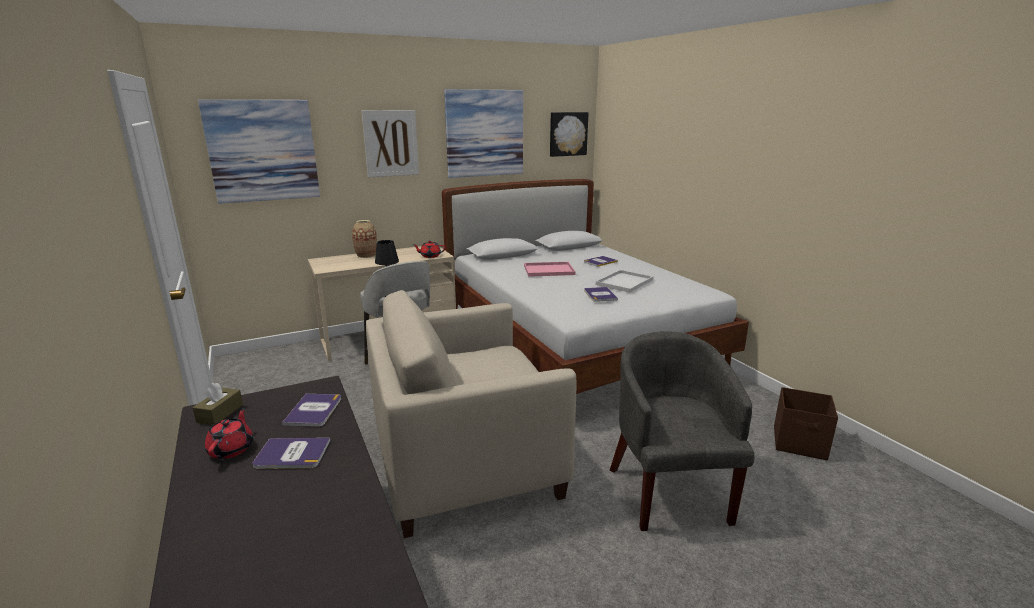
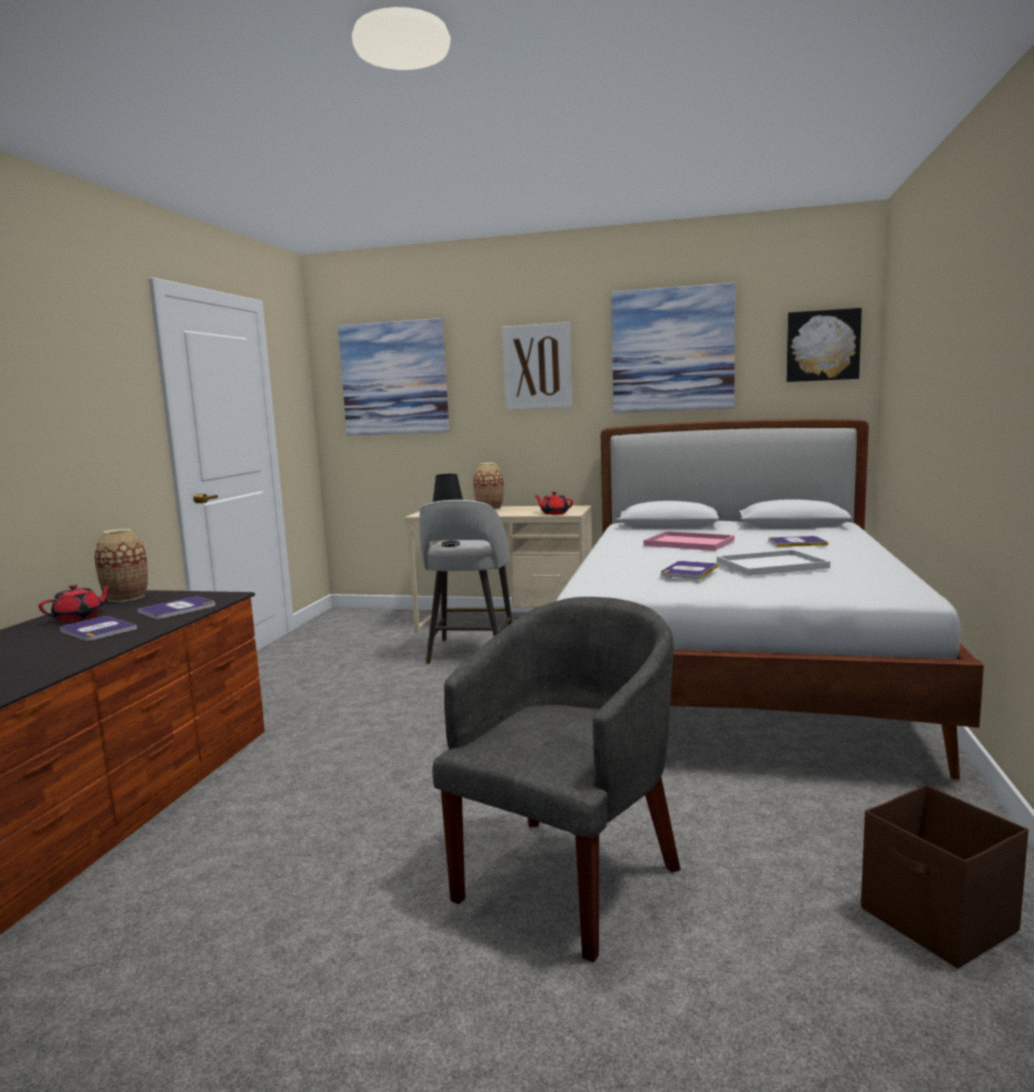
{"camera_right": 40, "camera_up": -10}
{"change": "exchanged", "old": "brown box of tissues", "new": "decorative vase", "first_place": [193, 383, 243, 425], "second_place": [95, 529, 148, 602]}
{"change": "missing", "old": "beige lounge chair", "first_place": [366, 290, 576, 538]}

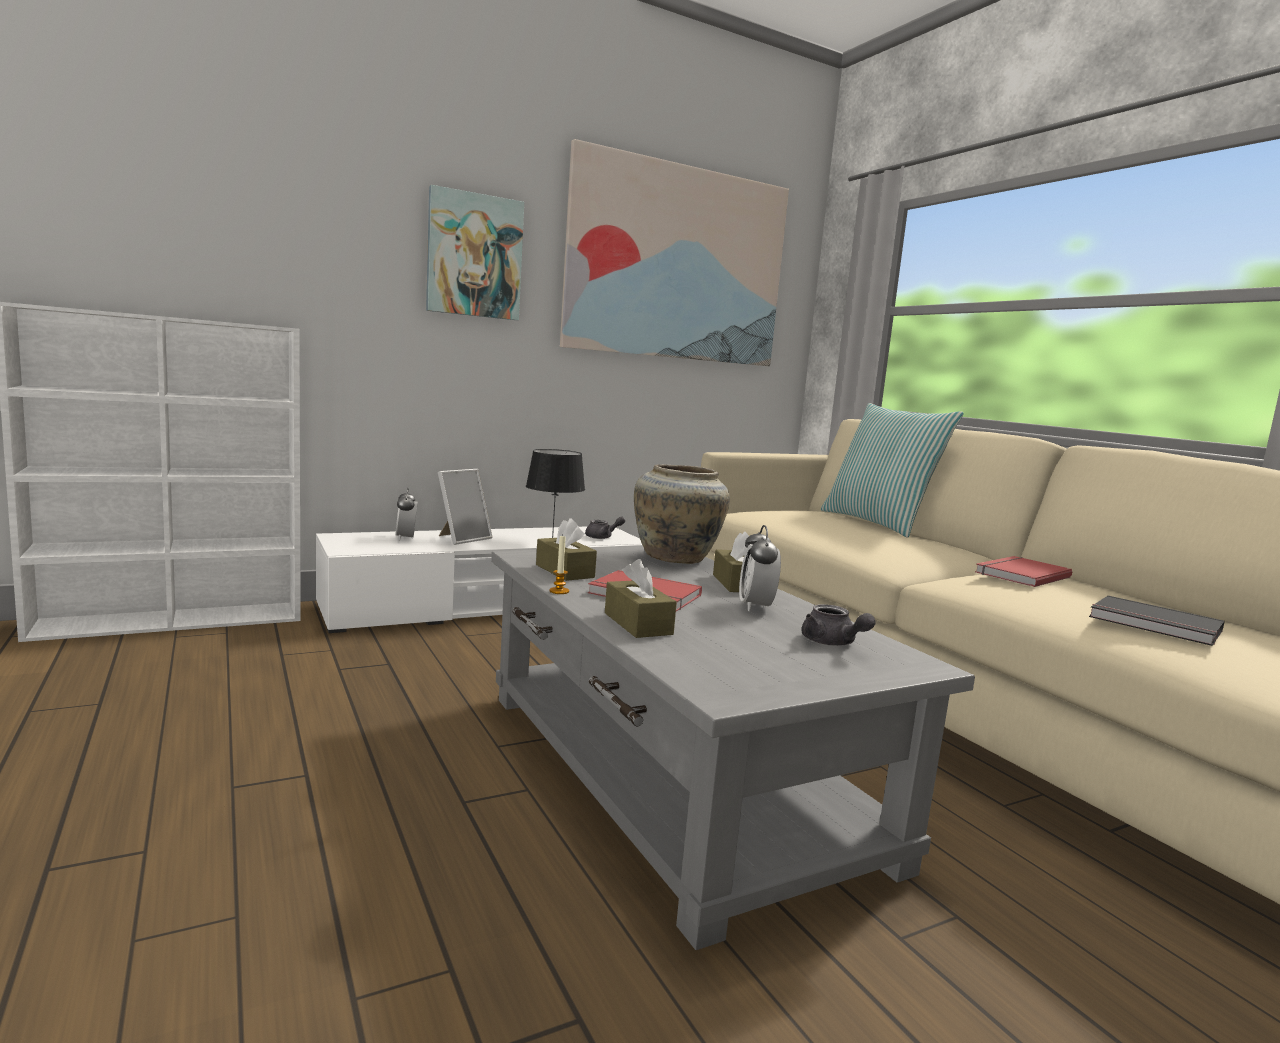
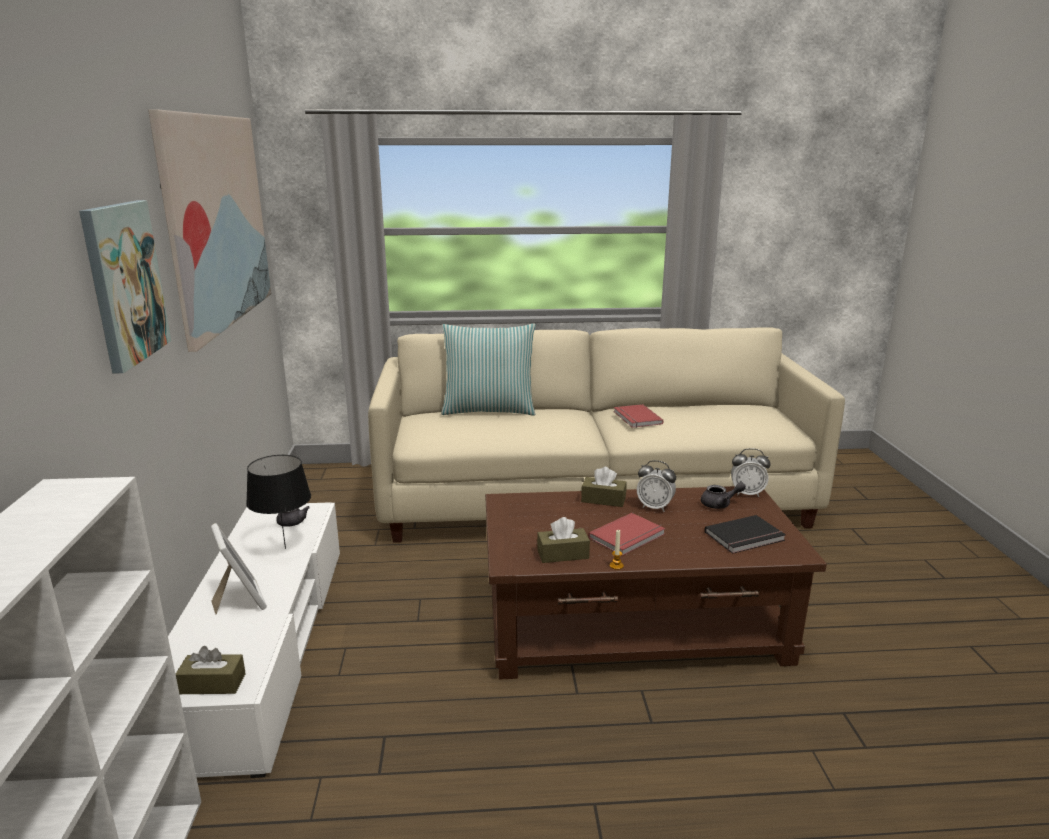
{"camera_right": -65, "camera_up": 10}
{"change": "relocated", "old": "brown box of tissues", "first_place": [605, 559, 677, 638], "second_place": [176, 646, 246, 694]}
{"change": "colour", "old": "grey lounge table", "new": "brown lounge table", "first_place": [491, 545, 975, 950], "second_place": [485, 486, 827, 679]}
{"change": "relocated", "old": "black volume", "first_place": [1089, 596, 1225, 646], "second_place": [705, 515, 786, 554]}
{"change": "relocated", "old": "alarm clock", "first_place": [396, 488, 418, 541], "second_place": [731, 448, 771, 497]}
{"change": "missing", "old": "beige decorative vase", "first_place": [634, 464, 730, 564]}

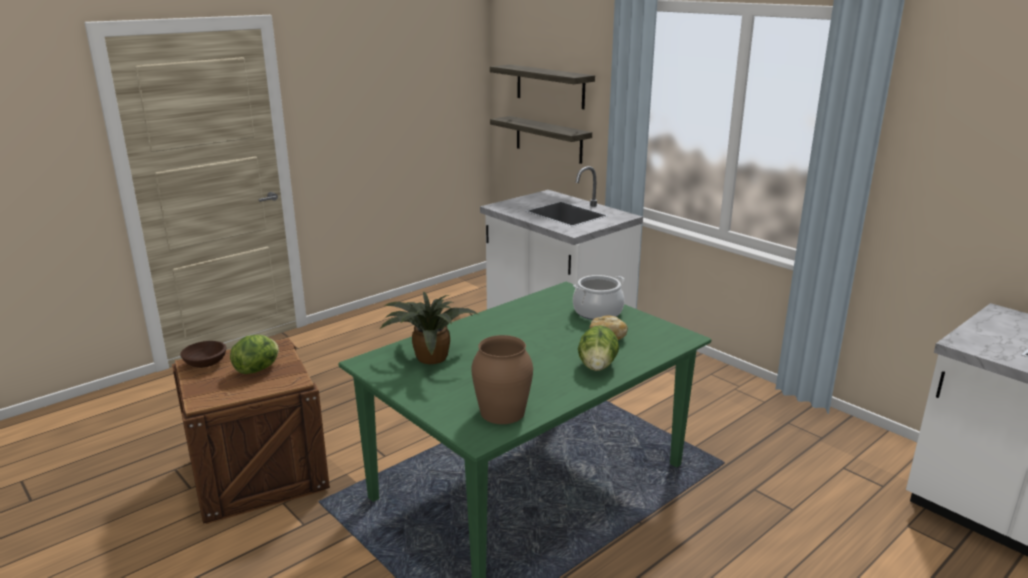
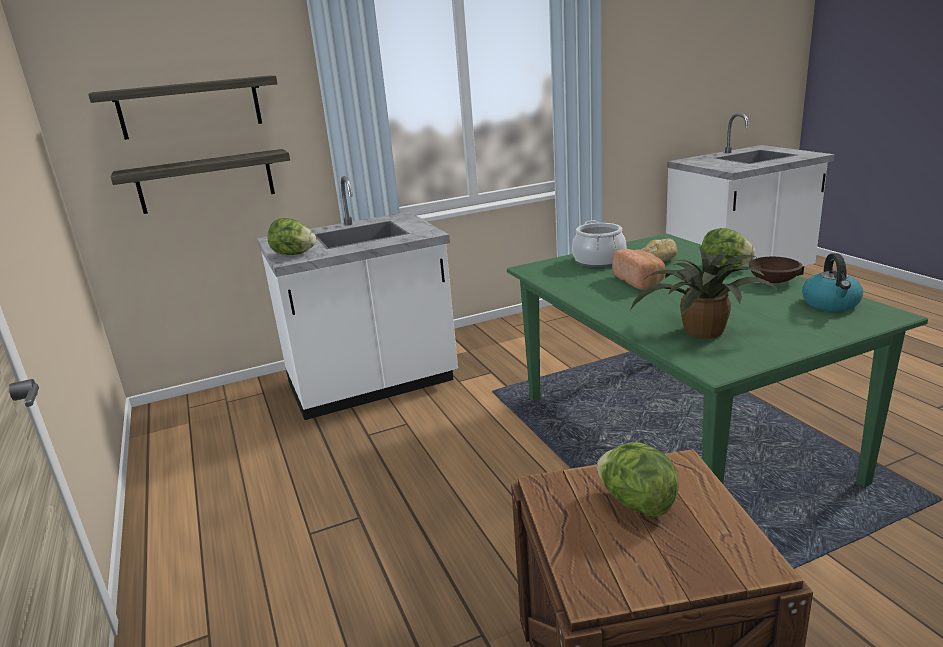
{"camera_right": -70, "camera_up": 0}
{"change": "appeared", "new": "lettuce", "second_place": [267, 218, 316, 255]}
{"change": "appeared", "new": "bakery bread", "second_place": [612, 249, 665, 289]}
{"change": "relocated", "old": "brown bowl", "first_place": [180, 341, 227, 368], "second_place": [749, 257, 803, 283]}
{"change": "exchanged", "old": "brown decorative vase", "new": "kettle", "first_place": [471, 335, 533, 424], "second_place": [802, 253, 863, 311]}

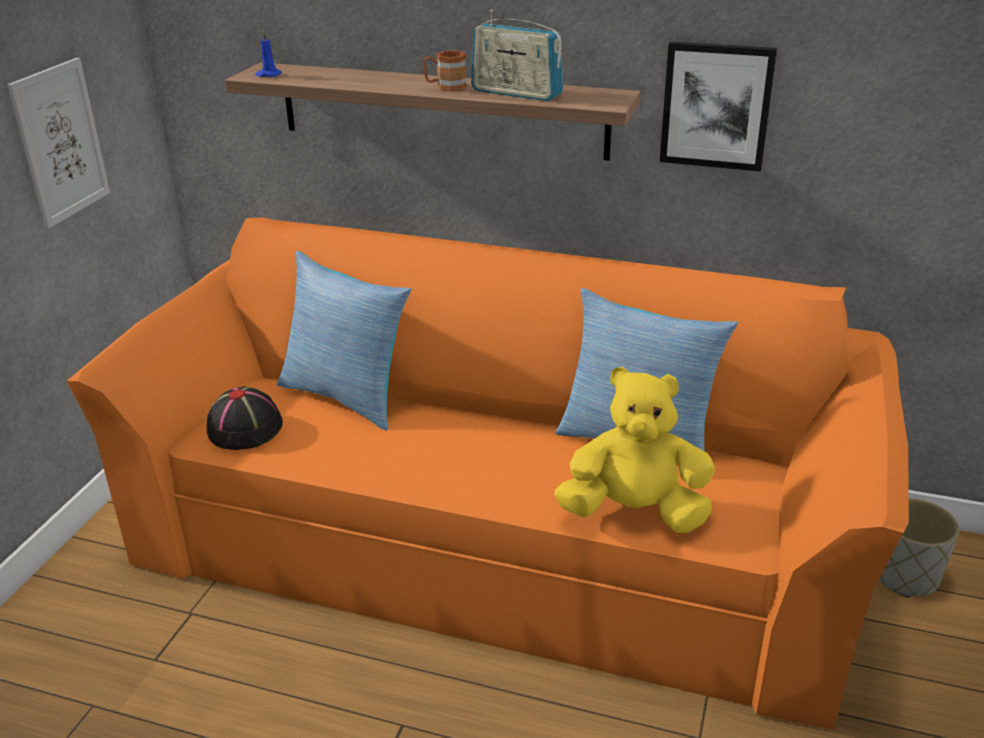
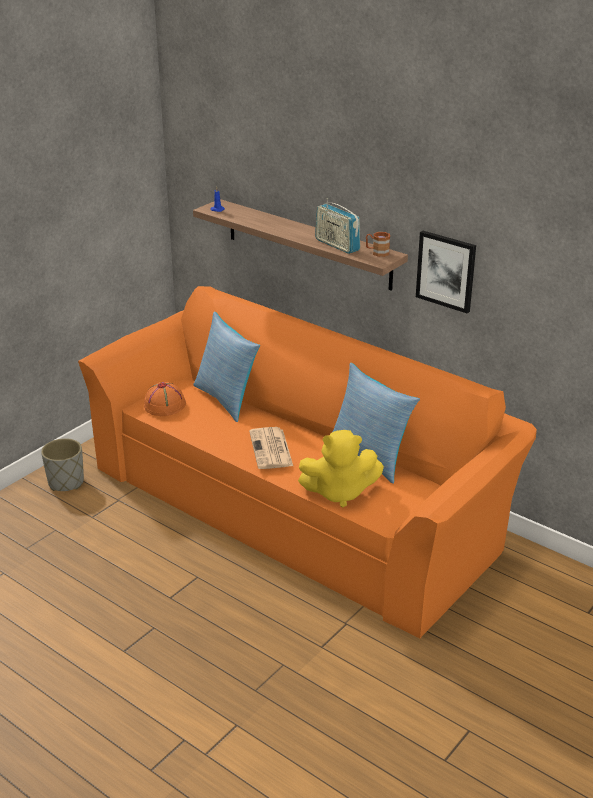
{"camera_right": 20, "camera_up": 0}
{"change": "relocated", "old": "grey planter", "first_place": [879, 498, 959, 598], "second_place": [41, 438, 84, 491]}
{"change": "colour", "old": "black wearable hat", "new": "orange wearable hat", "first_place": [206, 386, 283, 450], "second_place": [144, 382, 186, 416]}
{"change": "appeared", "new": "newspaper", "second_place": [249, 427, 293, 469]}
{"change": "spun", "old": "yellow-coloured plush toy", "first_place": [554, 367, 715, 533], "second_place": [298, 430, 384, 507], "degrees": 150}
{"change": "relocated", "old": "brown tea mug", "first_place": [423, 50, 467, 92], "second_place": [366, 232, 390, 257]}
{"change": "missing", "old": "wall art", "first_place": [7, 58, 110, 229]}

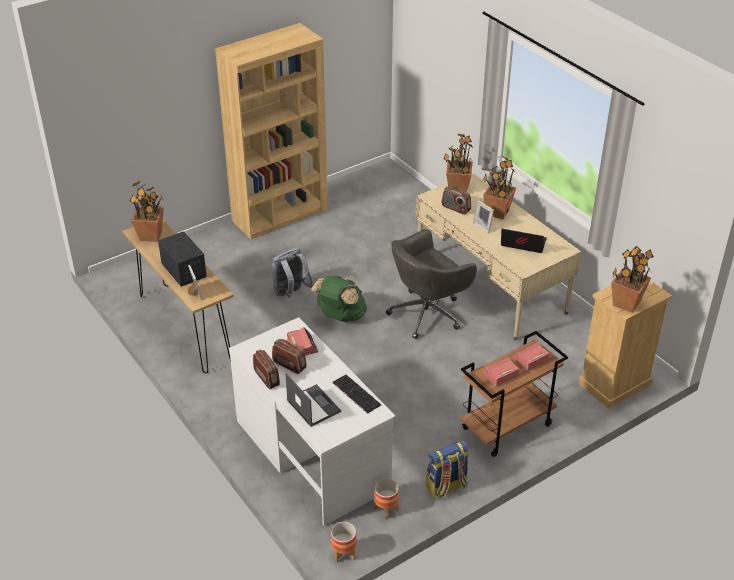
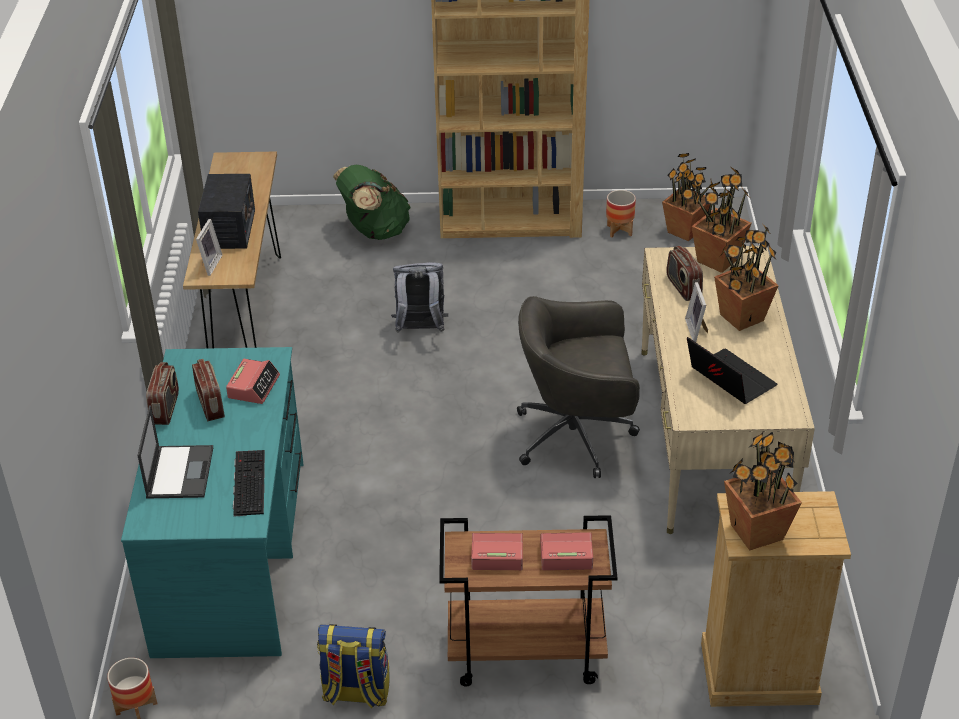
{"camera_right": 35, "camera_up": 0}
{"change": "colour", "old": "white-coloured desk unit", "new": "turquoise-coloured desk unit", "first_place": [229, 317, 396, 526], "second_place": [121, 347, 304, 658]}
{"change": "relocated", "old": "green backpack", "first_place": [311, 276, 367, 322], "second_place": [333, 165, 411, 240]}
{"change": "relocated", "old": "planter", "first_place": [374, 478, 399, 519], "second_place": [606, 190, 636, 238]}
{"change": "relocated", "old": "plant in a pot", "first_place": [130, 181, 164, 242], "second_place": [662, 153, 713, 241]}

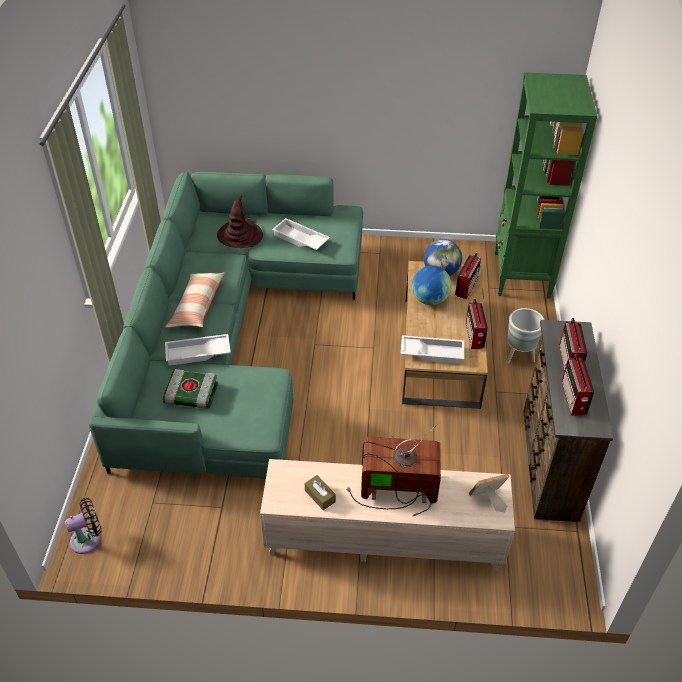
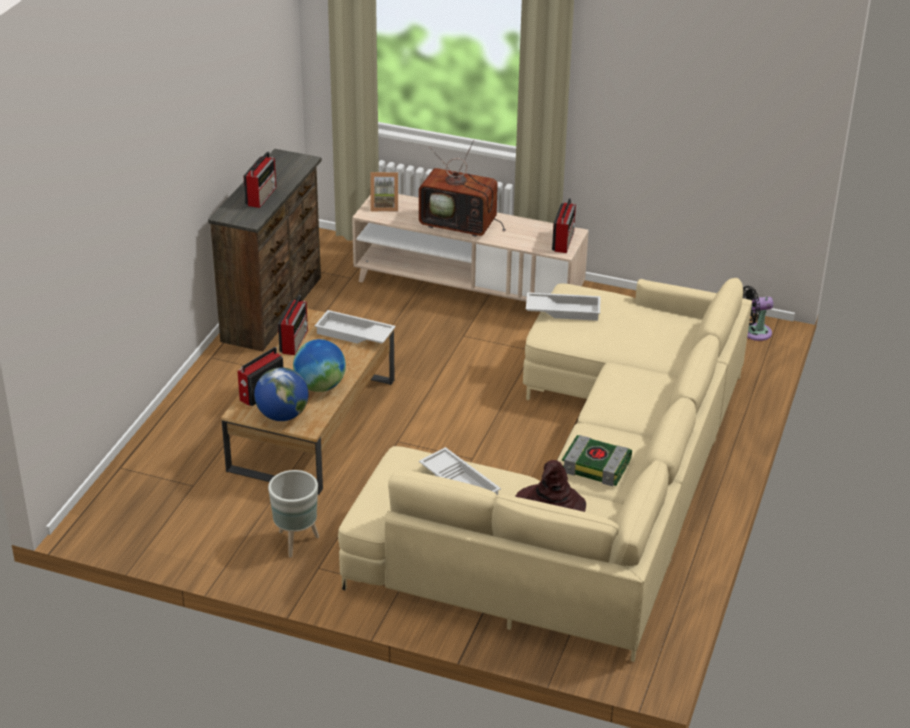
{"camera_right": -165, "camera_up": -10}
{"change": "relocated", "old": "grey planter", "first_place": [506, 308, 544, 364], "second_place": [268, 470, 319, 557]}
{"change": "colour", "old": "green sofa", "new": "beige sofa", "first_place": [89, 172, 363, 479], "second_place": [338, 278, 752, 662]}
{"change": "relocated", "old": "white-coloured carrying tray", "first_place": [165, 334, 231, 366], "second_place": [526, 292, 600, 321]}
{"change": "relocated", "old": "radio", "first_place": [562, 354, 594, 416], "second_place": [552, 198, 576, 253]}
{"change": "relocated", "old": "volume", "first_place": [163, 369, 218, 409], "second_place": [562, 435, 632, 486]}
{"change": "missing", "old": "pillow", "first_place": [165, 273, 225, 328]}
{"change": "missing", "old": "brown box of tissues", "first_place": [305, 475, 336, 510]}
{"change": "missing", "old": "green bookshelf", "first_place": [494, 72, 597, 299]}

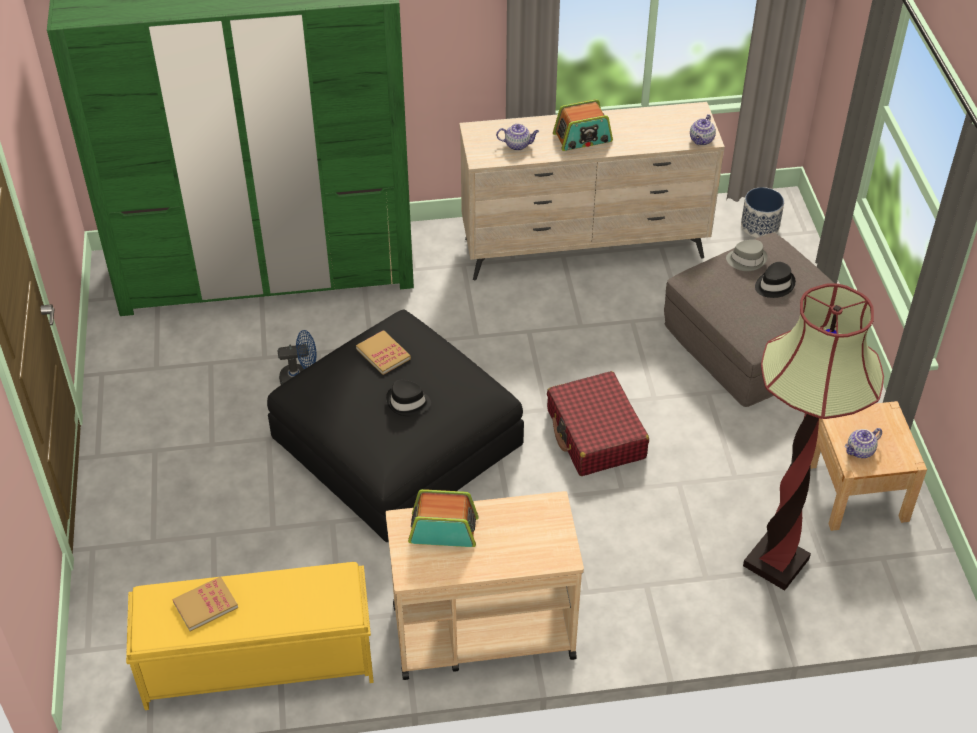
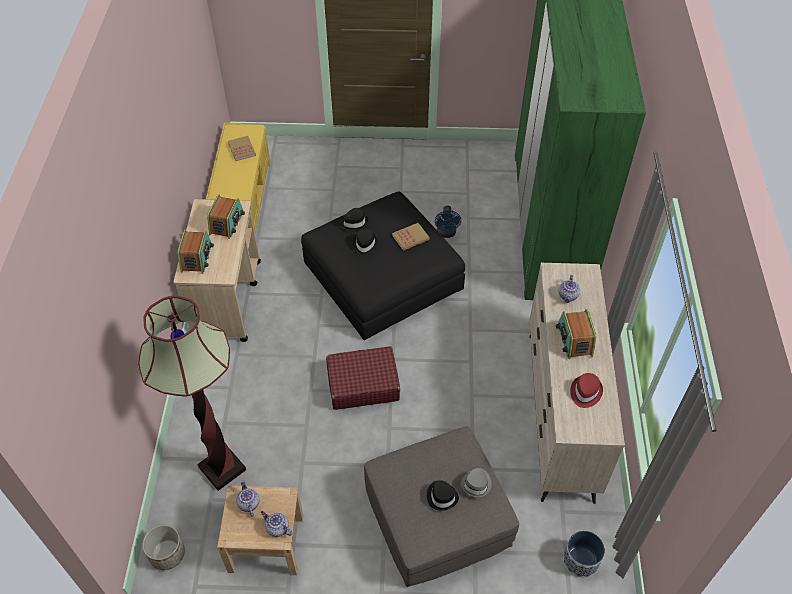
{"camera_right": 100, "camera_up": 5}
{"change": "appeared", "new": "planter", "second_place": [142, 525, 185, 570]}
{"change": "appeared", "new": "radio", "second_place": [177, 229, 214, 274]}
{"change": "relocated", "old": "teapot", "first_place": [690, 114, 716, 145], "second_place": [261, 511, 292, 537]}
{"change": "appeared", "new": "black wearable hat", "second_place": [340, 208, 368, 232]}
{"change": "appeared", "new": "reddish wearable hat", "second_place": [570, 373, 603, 408]}

